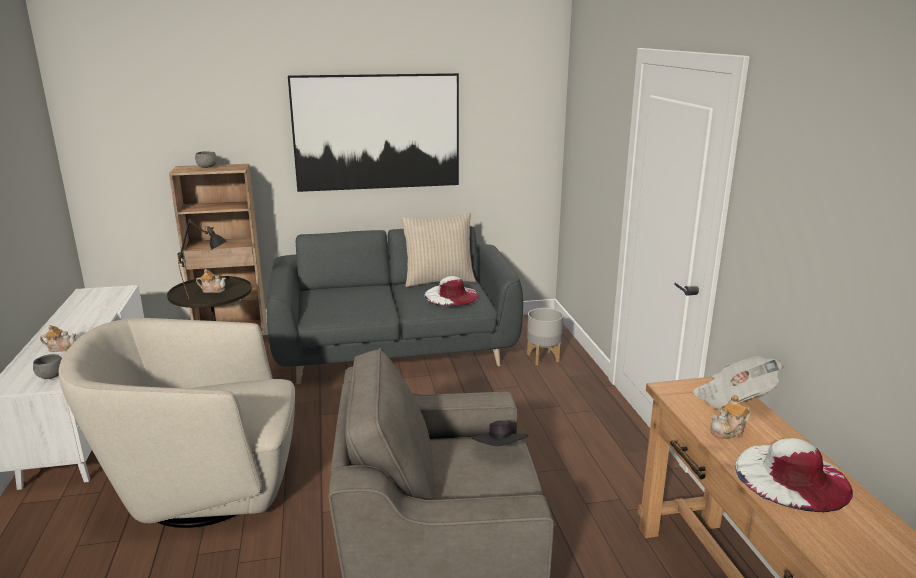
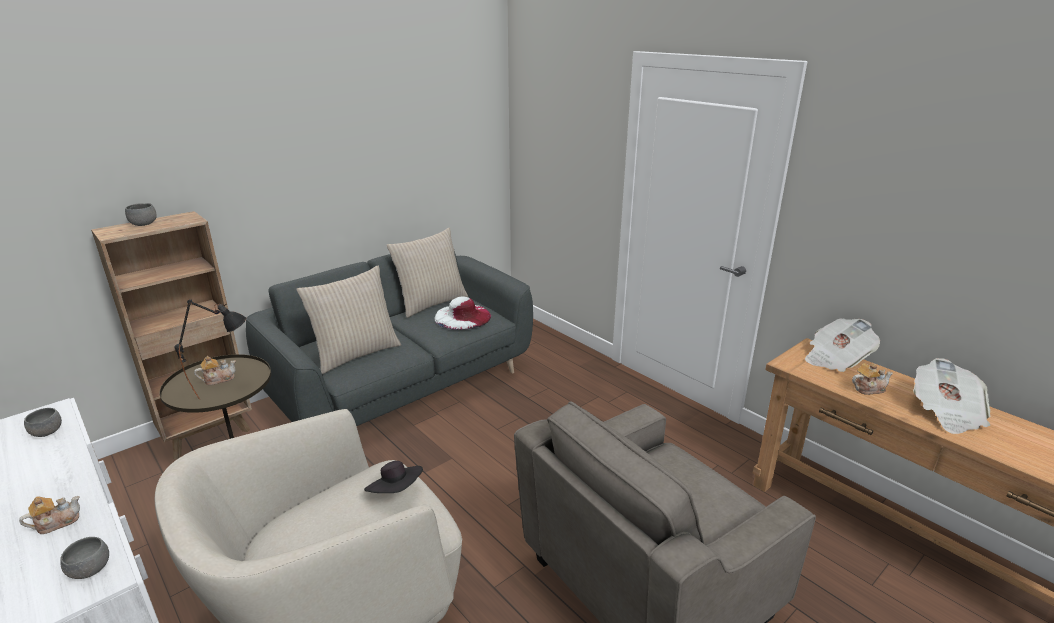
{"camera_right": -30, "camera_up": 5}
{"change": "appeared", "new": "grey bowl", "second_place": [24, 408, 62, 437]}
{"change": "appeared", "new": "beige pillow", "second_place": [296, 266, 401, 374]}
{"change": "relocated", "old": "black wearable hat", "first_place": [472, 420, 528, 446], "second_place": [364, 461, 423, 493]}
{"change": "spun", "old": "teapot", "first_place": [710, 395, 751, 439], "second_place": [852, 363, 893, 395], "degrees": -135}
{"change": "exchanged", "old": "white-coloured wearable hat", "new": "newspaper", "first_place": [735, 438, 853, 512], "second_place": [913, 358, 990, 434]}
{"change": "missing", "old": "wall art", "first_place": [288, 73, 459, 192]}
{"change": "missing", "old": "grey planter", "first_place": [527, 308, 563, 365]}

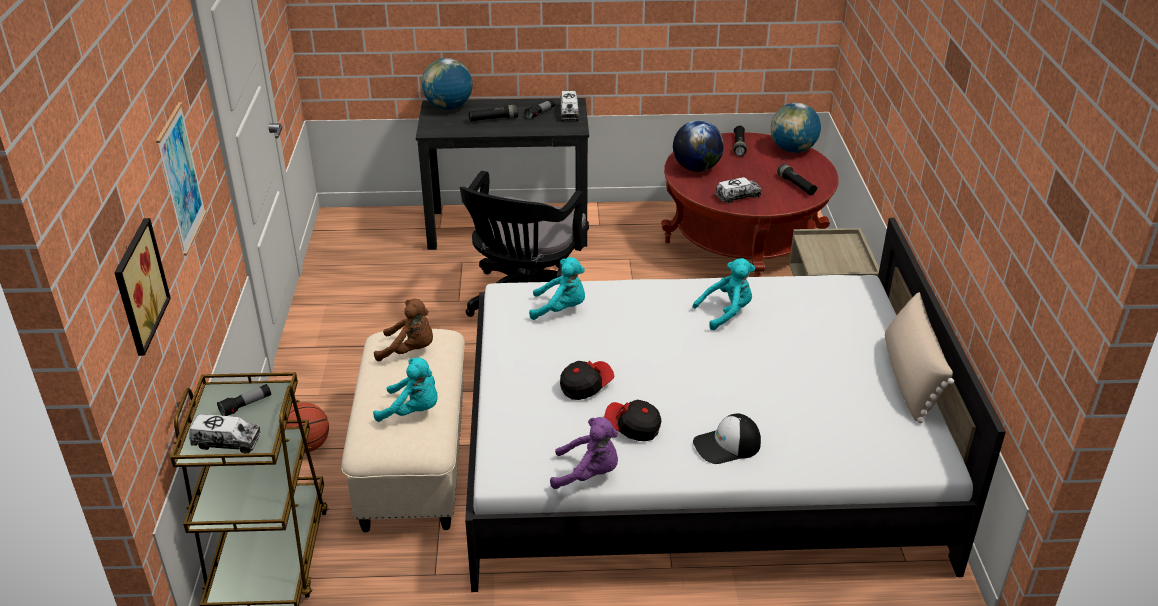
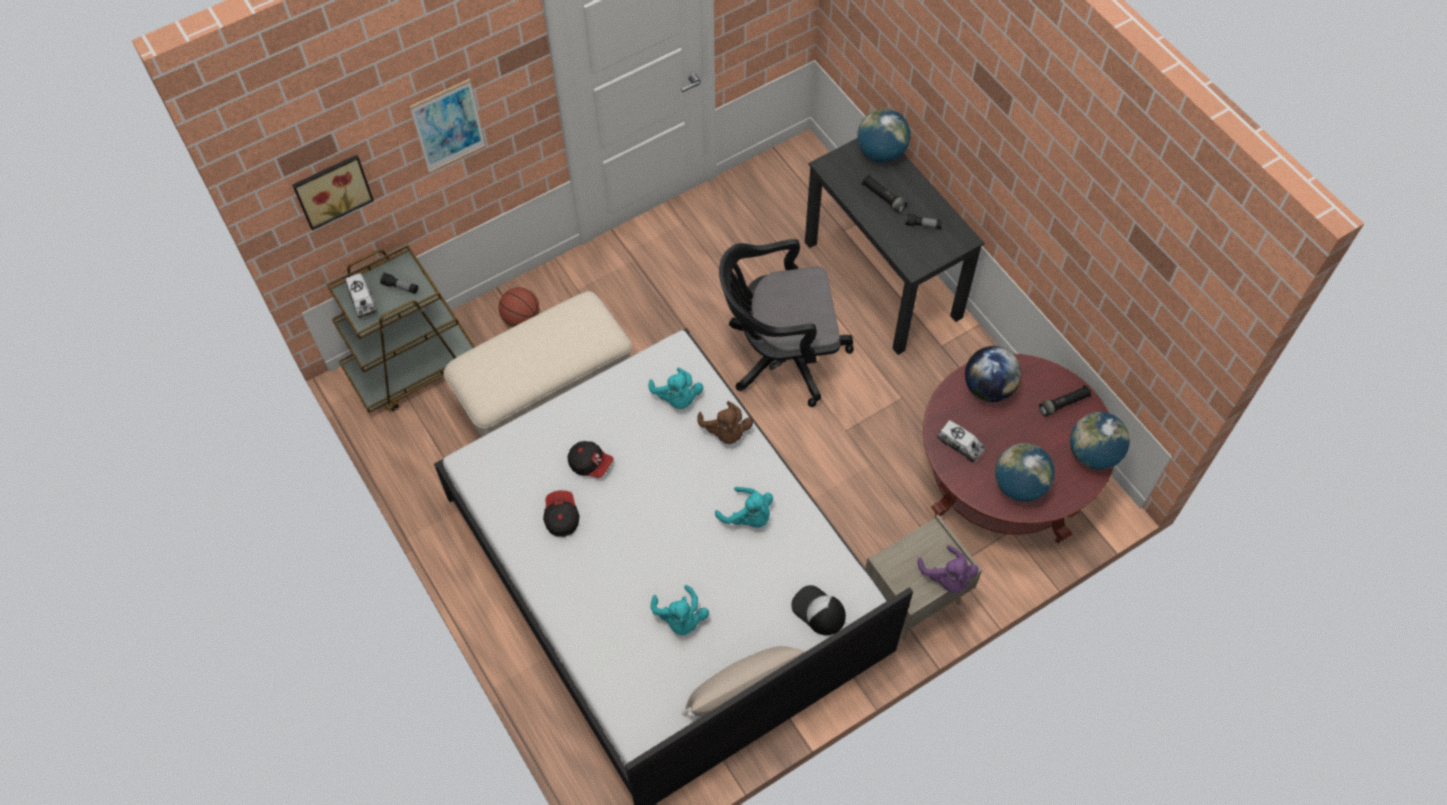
{"camera_right": 60, "camera_up": 25}
{"change": "relocated", "old": "turquoise-coloured plush toy", "first_place": [373, 358, 438, 422], "second_place": [651, 585, 709, 635]}
{"change": "relocated", "old": "brown plush toy", "first_place": [374, 299, 433, 362], "second_place": [697, 401, 753, 444]}
{"change": "relocated", "old": "baseball cap", "first_place": [693, 413, 761, 464], "second_place": [791, 585, 846, 635]}
{"change": "relocated", "old": "purplish plush toy", "first_place": [550, 417, 618, 489], "second_place": [917, 545, 978, 593]}
{"change": "exchanged", "old": "black hand torch", "new": "globe", "first_place": [777, 164, 817, 195], "second_place": [995, 443, 1055, 502]}
{"change": "missing", "old": "toy truck", "first_place": [560, 91, 579, 122]}

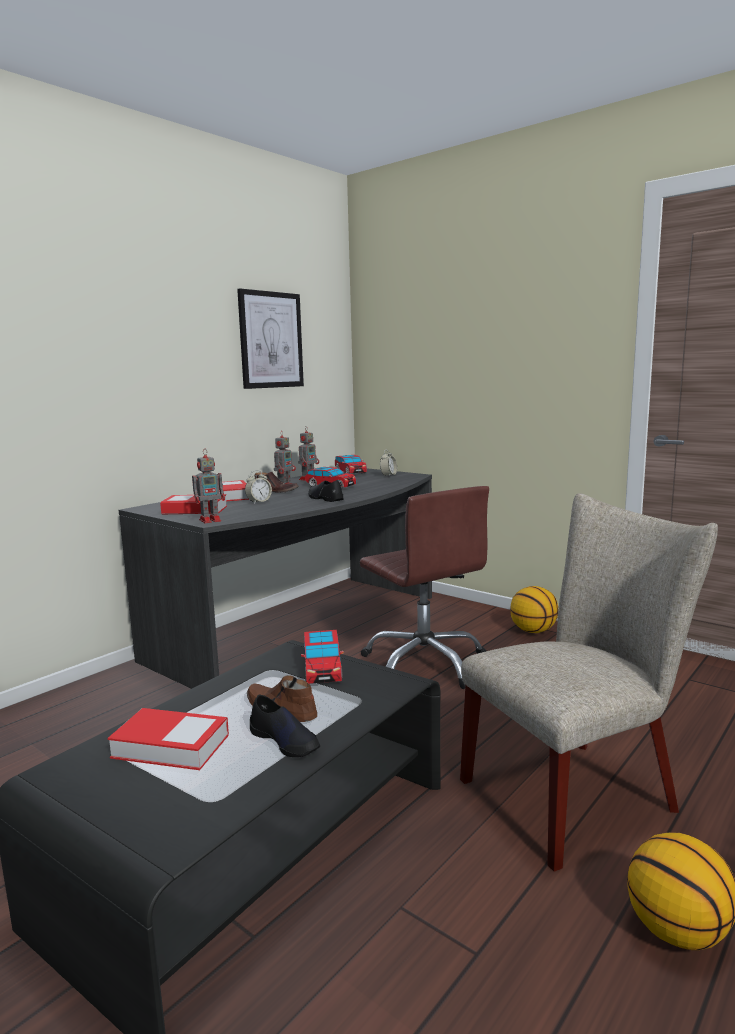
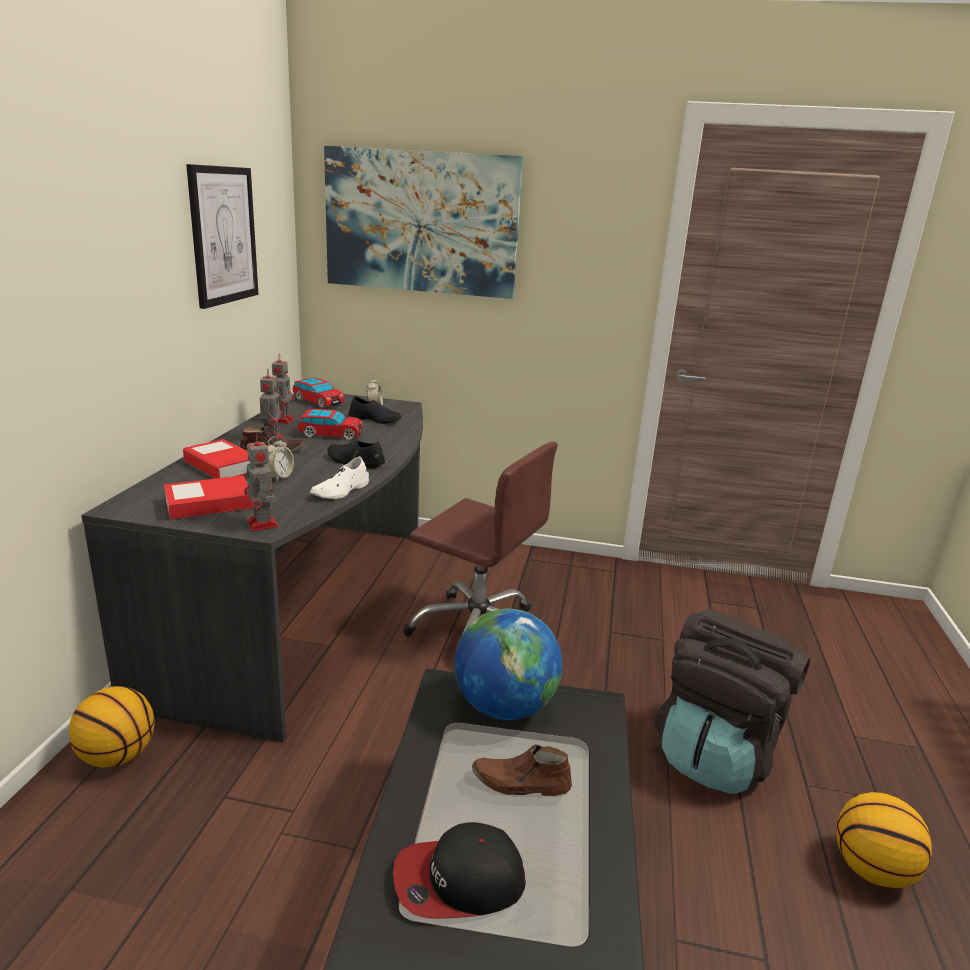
{"camera_right": -30, "camera_up": 10}
{"change": "relocated", "old": "basketball", "first_place": [510, 586, 558, 633], "second_place": [69, 686, 155, 768]}
{"change": "spun", "old": "model robot", "first_place": [192, 450, 225, 523], "second_place": [244, 433, 279, 531], "degrees": 120}
{"change": "appeared", "new": "white-coloured item of footwear", "second_place": [310, 457, 369, 499]}
{"change": "appeared", "new": "wall art", "second_place": [324, 146, 523, 299]}
{"change": "relocated", "old": "black item of footwear", "first_place": [250, 695, 320, 757], "second_place": [349, 396, 402, 424]}
{"change": "exchanged", "old": "volume", "new": "baseball cap", "first_place": [108, 708, 229, 770], "second_place": [393, 822, 526, 919]}
{"change": "exchanged", "old": "toy car", "new": "globe", "first_place": [301, 630, 344, 684], "second_place": [454, 609, 562, 720]}
{"change": "exchanged", "old": "beige plain chair", "new": "black backpack", "first_place": [460, 493, 718, 872], "second_place": [654, 610, 810, 794]}

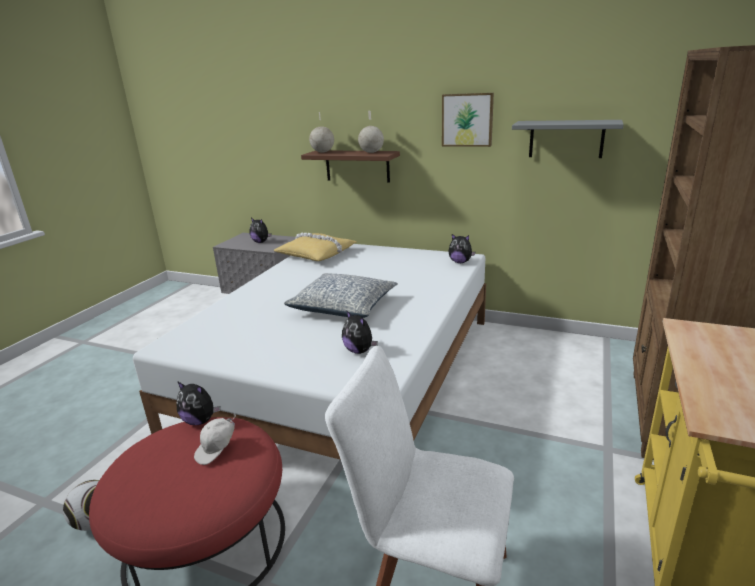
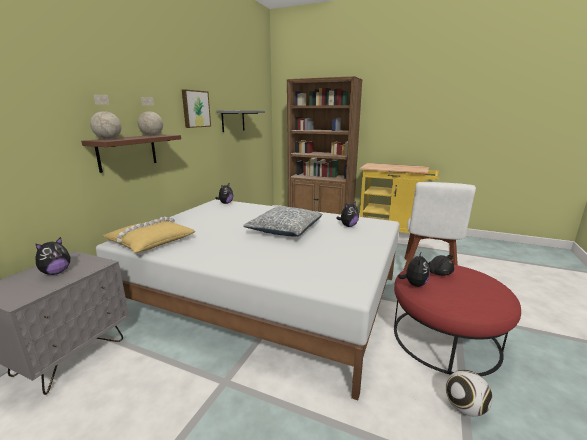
{"camera_right": -90, "camera_up": -5}
{"change": "exchanged", "old": "white-coloured baseball cap", "new": "black plush toy", "first_place": [194, 414, 236, 465], "second_place": [428, 255, 454, 276]}

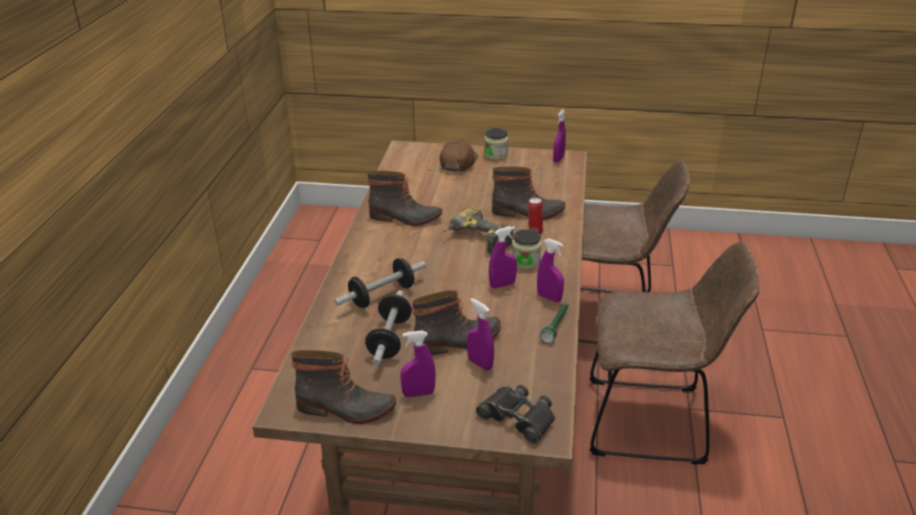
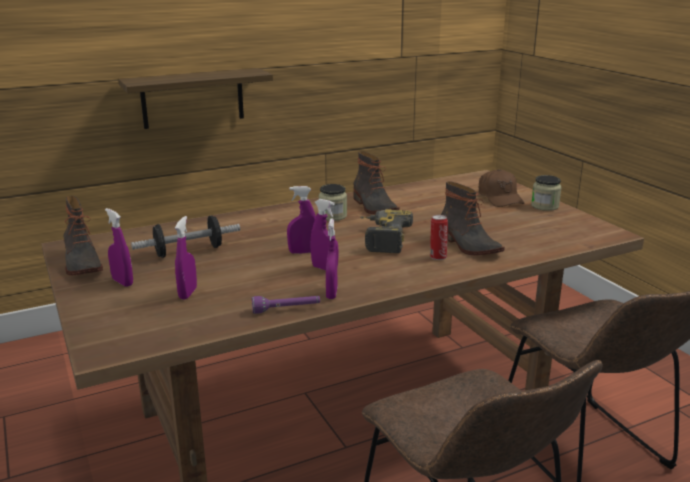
{"camera_right": 55, "camera_up": -10}
{"change": "appeared", "new": "wall shelf", "second_place": [118, 68, 273, 129]}
{"change": "colour", "old": "green hand torch", "new": "purplish hand torch", "first_place": [540, 303, 569, 343], "second_place": [252, 296, 320, 314]}
{"change": "relocated", "old": "purplish spray bottle", "first_place": [553, 109, 566, 162], "second_place": [287, 186, 316, 254]}
{"change": "relocated", "old": "jar", "first_place": [512, 229, 542, 270], "second_place": [319, 184, 347, 221]}
{"change": "spun", "old": "brown baseball cap", "first_place": [440, 140, 478, 172], "second_place": [479, 169, 525, 207], "degrees": 90}
{"change": "missing", "old": "dumbbell", "first_place": [334, 258, 426, 308]}
{"change": "missing", "old": "high-top boot", "first_place": [412, 290, 501, 355]}
{"change": "missing", "old": "black binoculars", "first_place": [476, 385, 555, 444]}

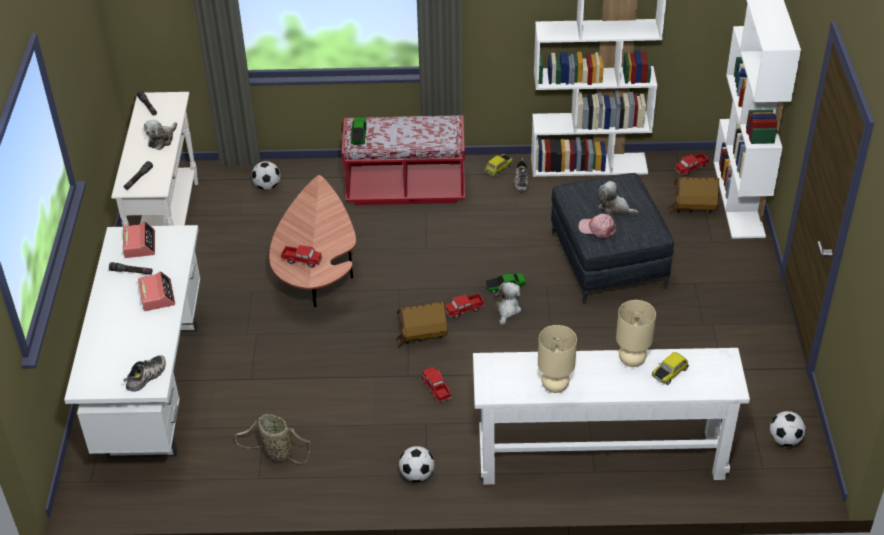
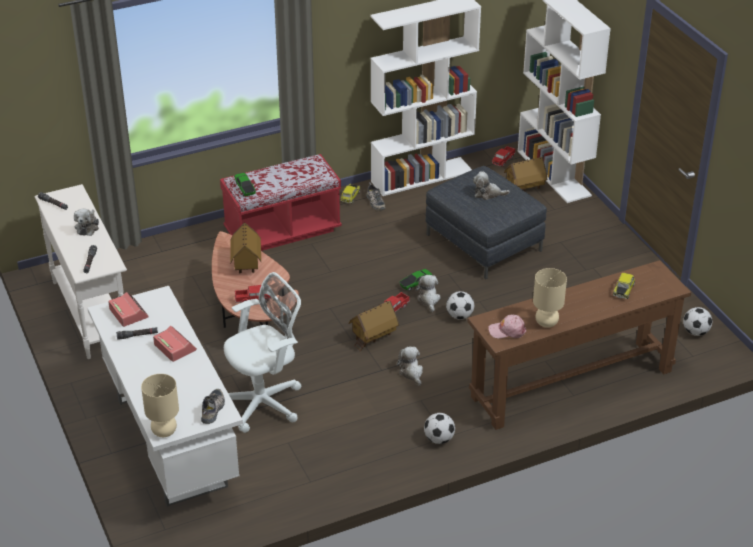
{"camera_right": -25, "camera_up": -5}
{"change": "relocated", "old": "beige tabletop lamp", "first_place": [616, 300, 656, 367], "second_place": [141, 374, 179, 437]}
{"change": "appeared", "new": "white-coloured computer chair", "second_place": [224, 272, 301, 433]}
{"change": "appeared", "new": "miniature house", "second_place": [230, 222, 261, 273]}
{"change": "exchanged", "old": "toy truck", "new": "plush toy", "first_place": [422, 367, 452, 403], "second_place": [397, 347, 423, 386]}
{"change": "relocated", "old": "football ball", "first_place": [252, 161, 281, 190], "second_place": [446, 291, 474, 319]}
{"change": "colour", "old": "white-coloured narrow table", "new": "brown narrow table", "first_place": [473, 348, 750, 484], "second_place": [467, 260, 691, 430]}
{"change": "relocated", "old": "pinkish baseball cap", "first_place": [578, 214, 616, 238], "second_place": [488, 315, 526, 338]}
{"change": "missing", "old": "basket", "first_place": [235, 414, 310, 464]}

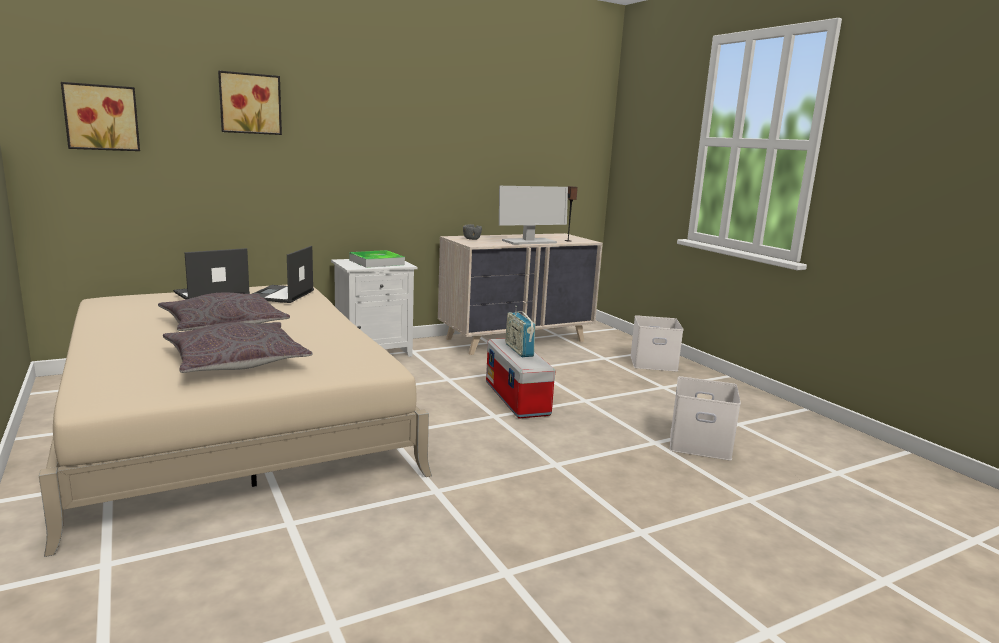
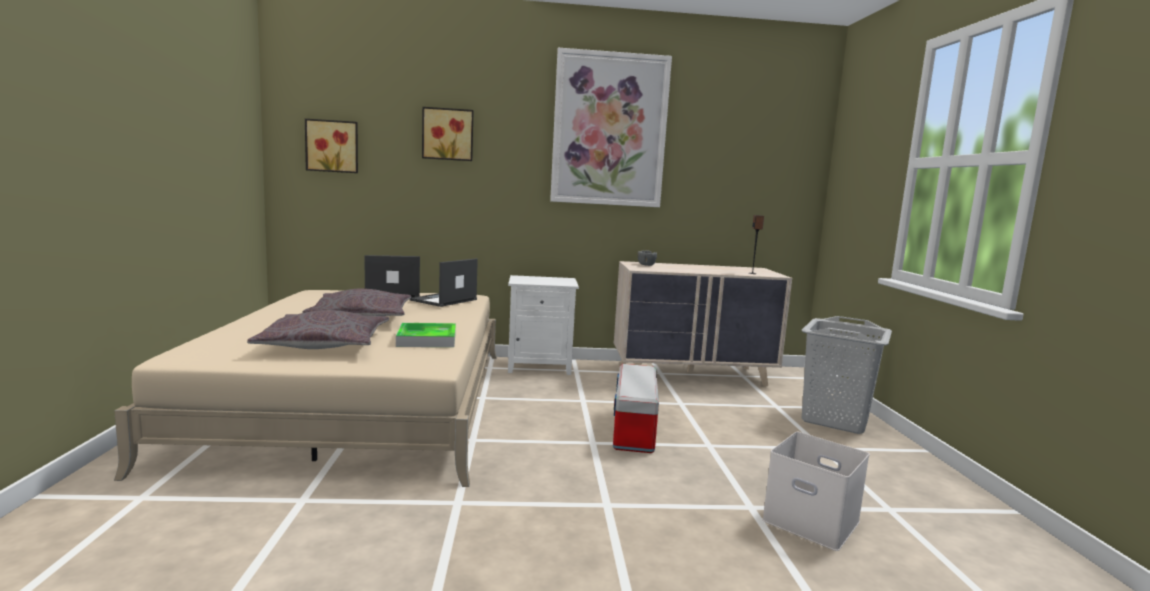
{"camera_right": 25, "camera_up": -5}
{"change": "relocated", "old": "carrying tray", "first_place": [349, 250, 405, 268], "second_place": [396, 323, 456, 347]}
{"change": "appeared", "new": "wall art", "second_place": [550, 48, 672, 207]}
{"change": "exchanged", "old": "white-coloured storage box", "new": "grey hamper", "first_place": [630, 315, 683, 371], "second_place": [801, 316, 892, 434]}
{"change": "missing", "old": "computer screen", "first_place": [499, 186, 568, 245]}
{"change": "missing", "old": "radio", "first_place": [505, 306, 535, 357]}

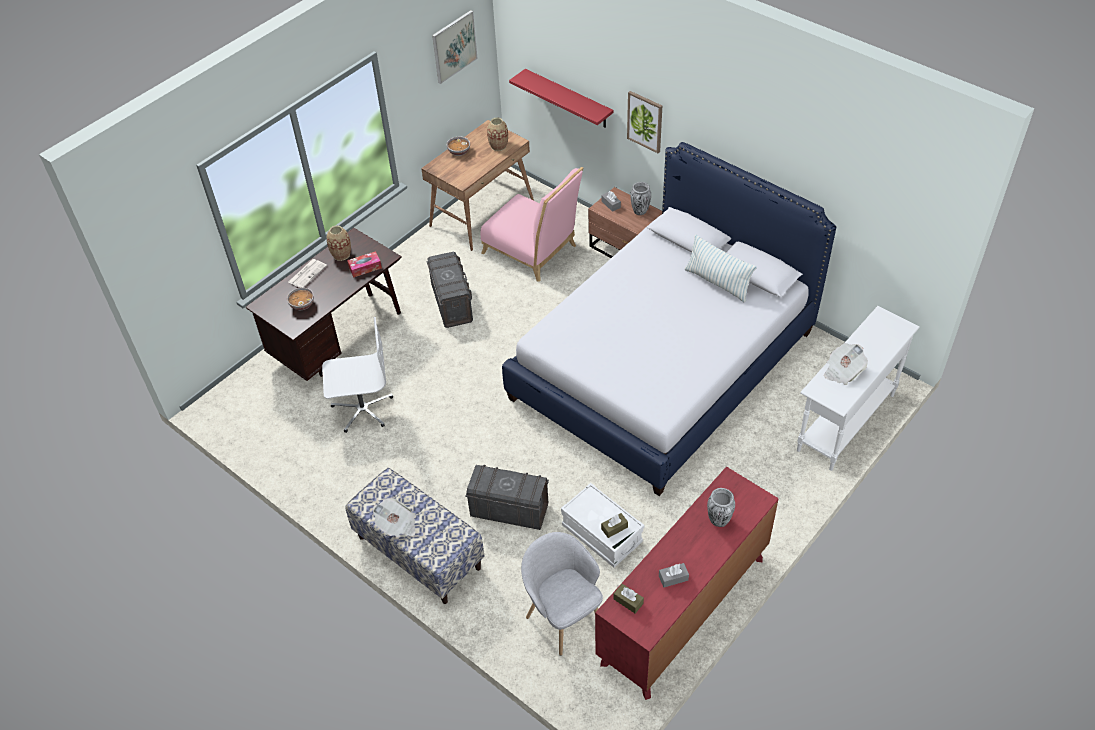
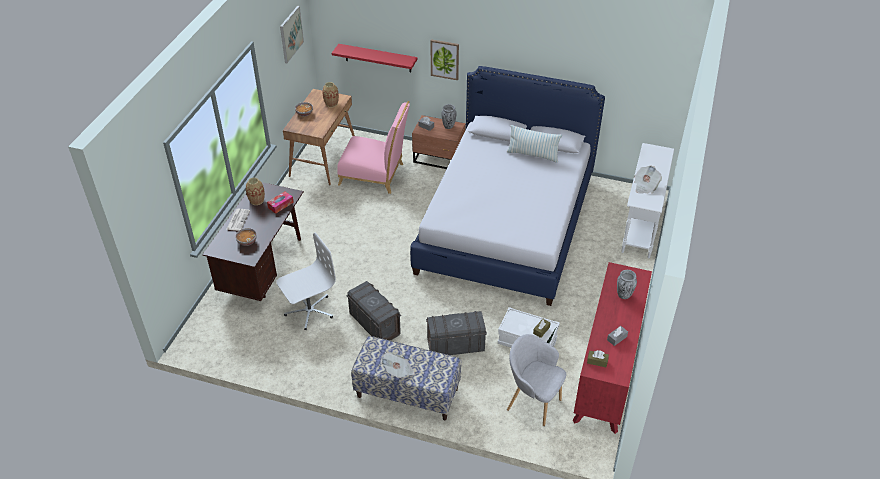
{"camera_right": -25, "camera_up": -5}
{"change": "relocated", "old": "grey storage box", "first_place": [426, 252, 473, 328], "second_place": [346, 281, 401, 341]}

